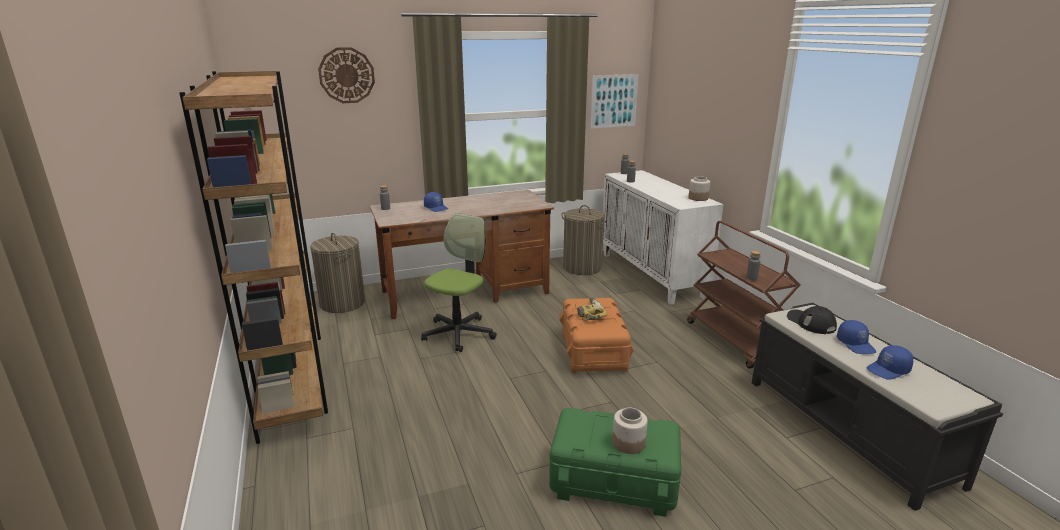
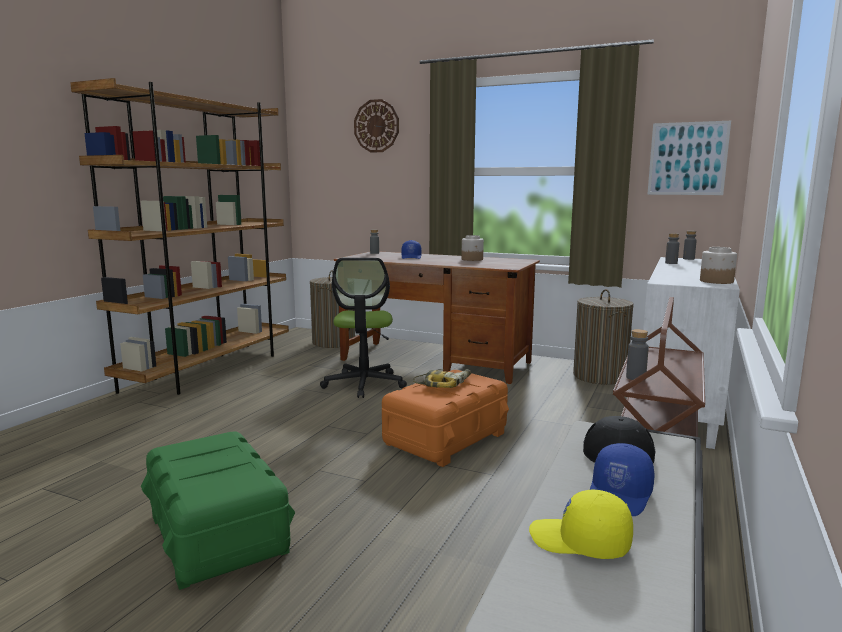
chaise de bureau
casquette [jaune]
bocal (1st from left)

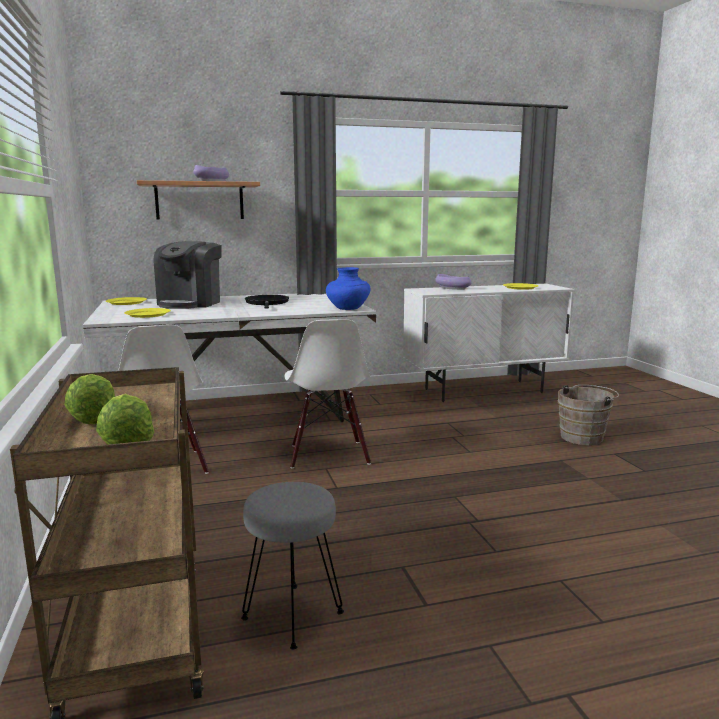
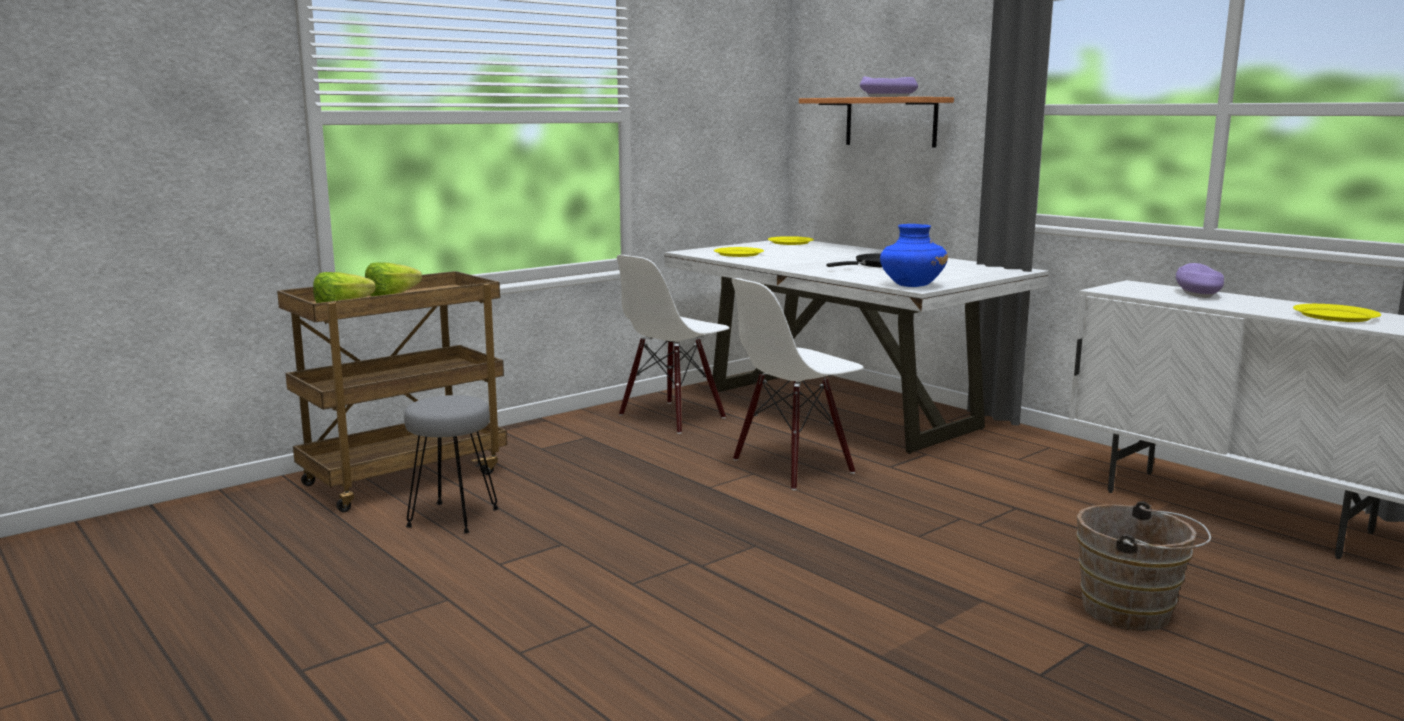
machine à café

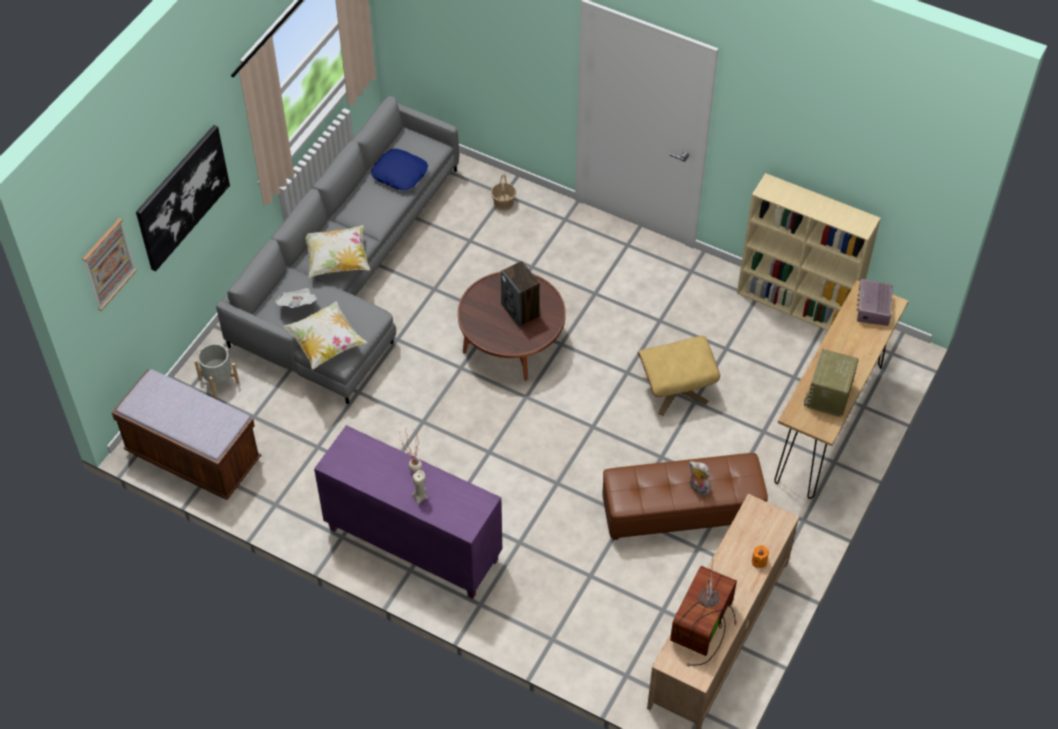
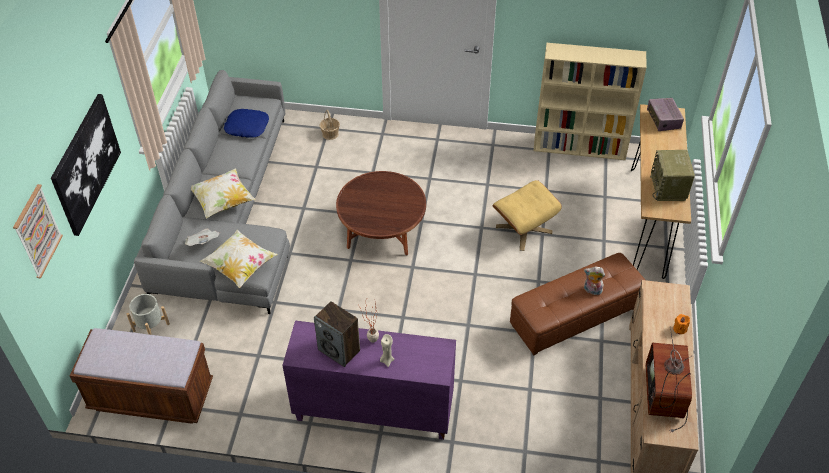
enceinte

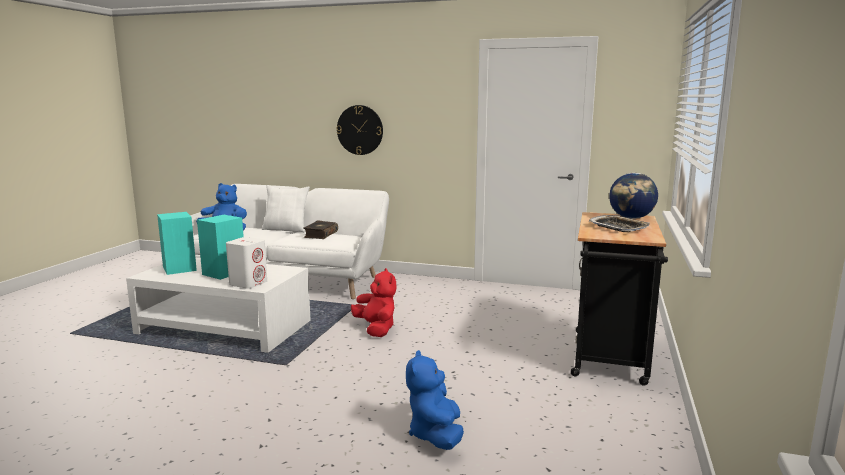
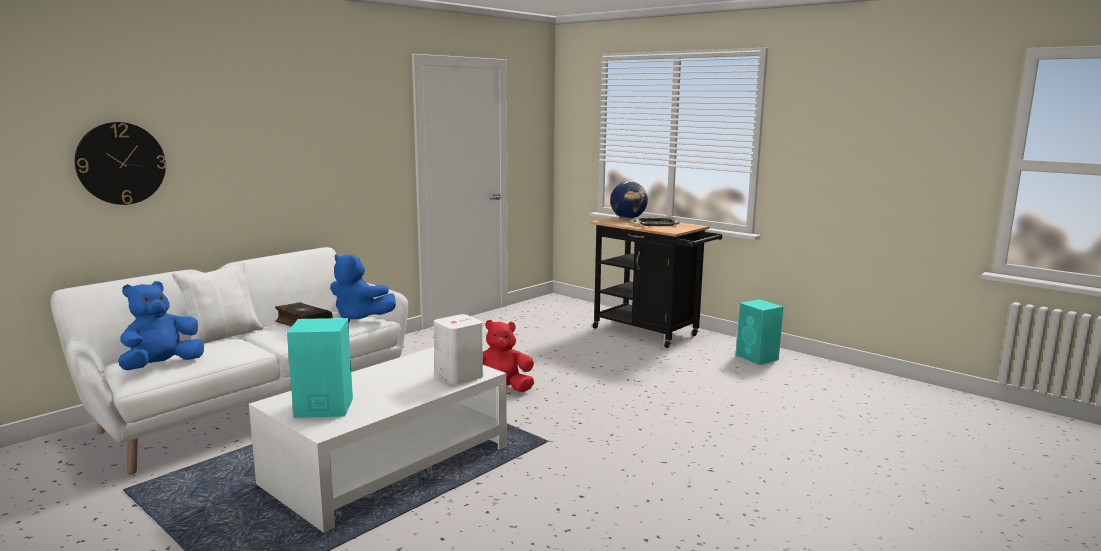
horloge murale
enceinte [turquoise] (2nd from left)
peluche [bleu] (2nd from left)

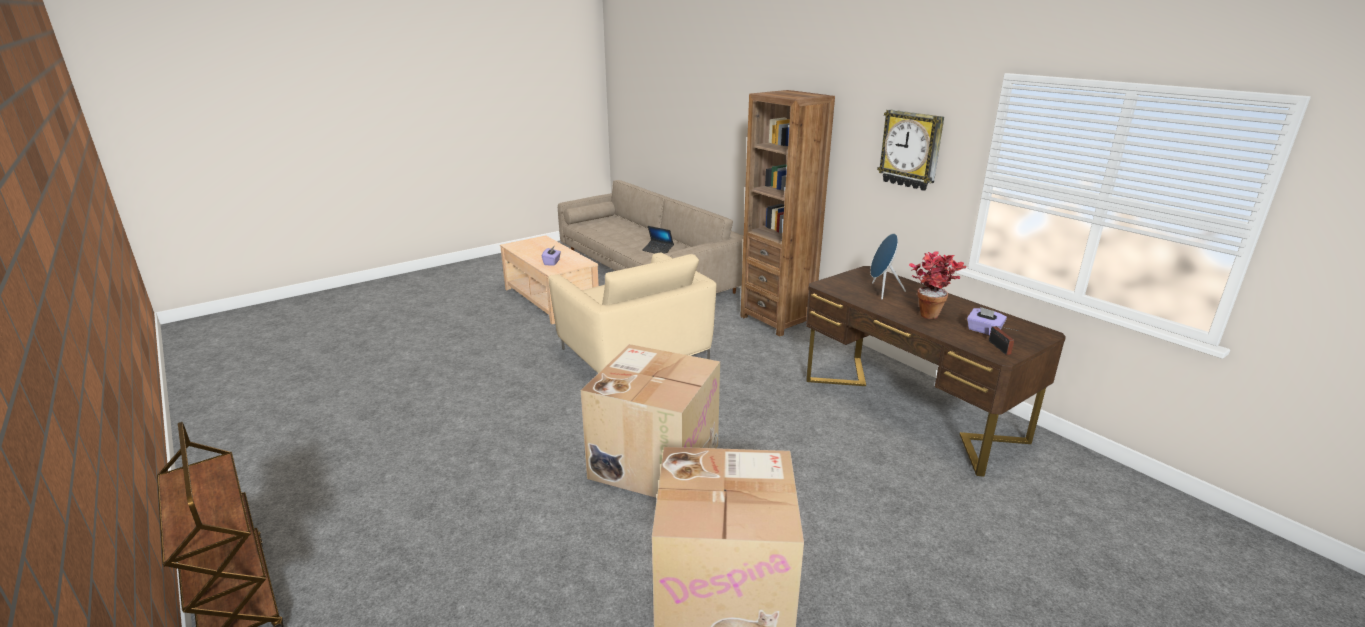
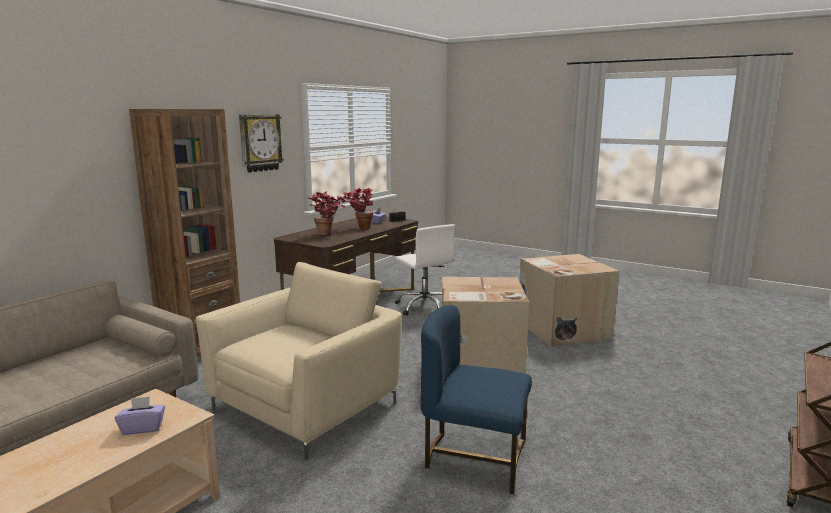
ordinateur portable
plante en pot (1st from left)
chaise de bureau [blanc]
chaise [bleu]

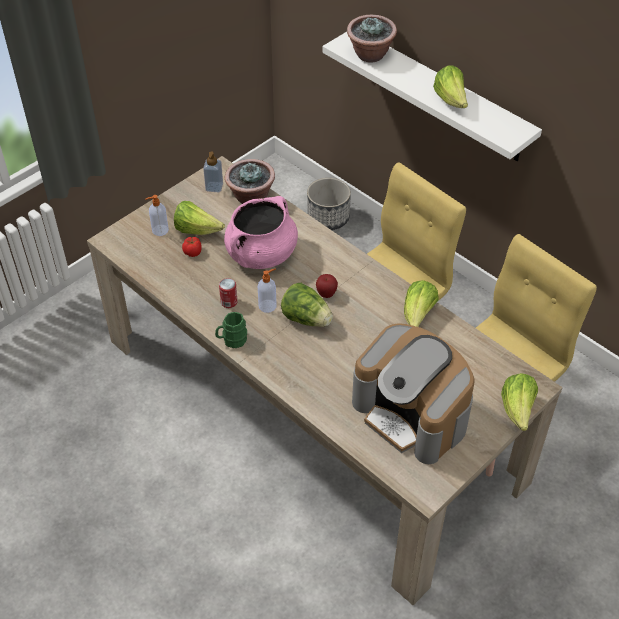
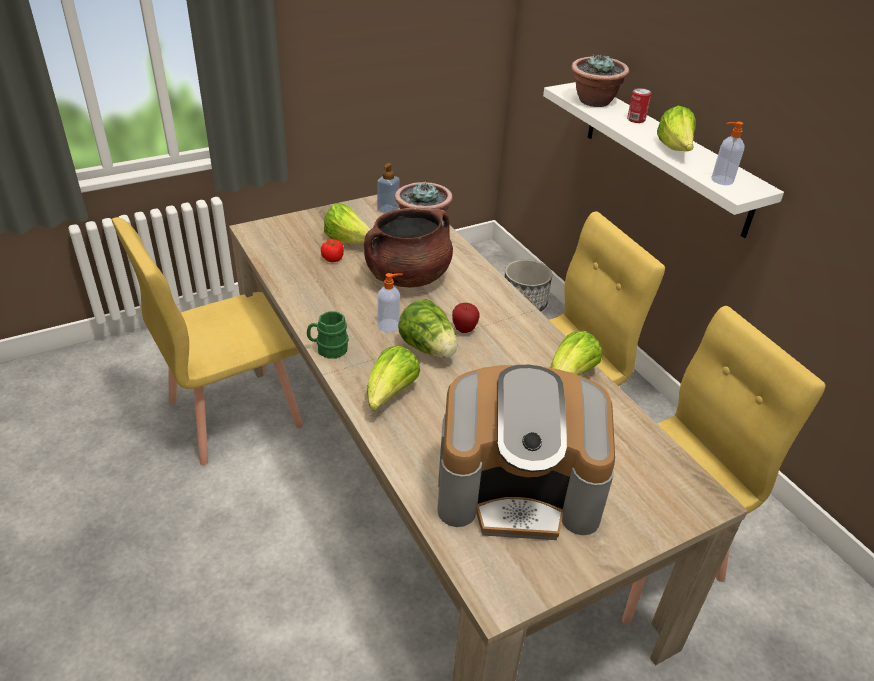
distributeur de savon (3rd from left)
marmite [marron]
boîte métallique
machine à café
laitue (2nd from left)
chaise [jaune] (1st from left)

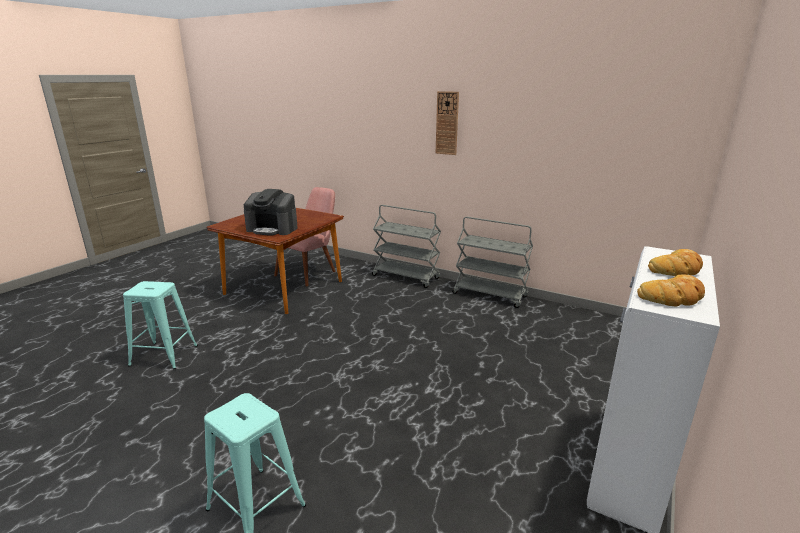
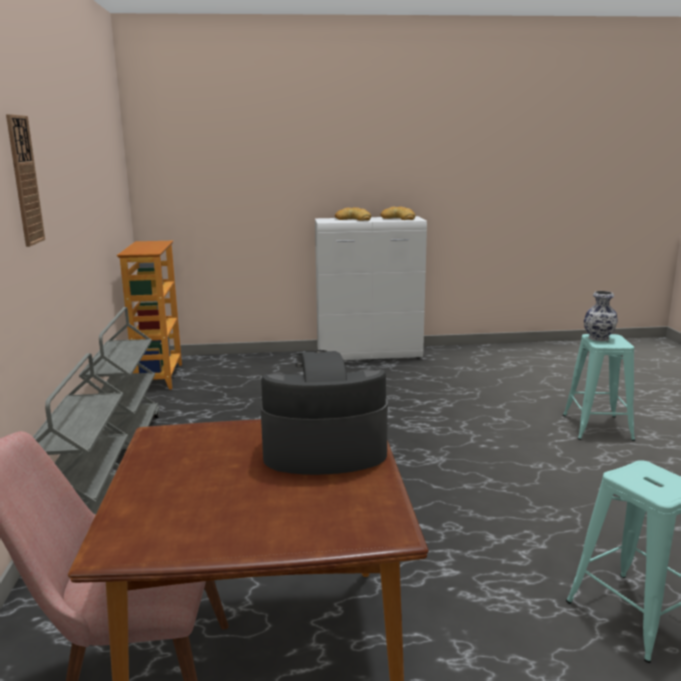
machine à café
bibliothèque
vase

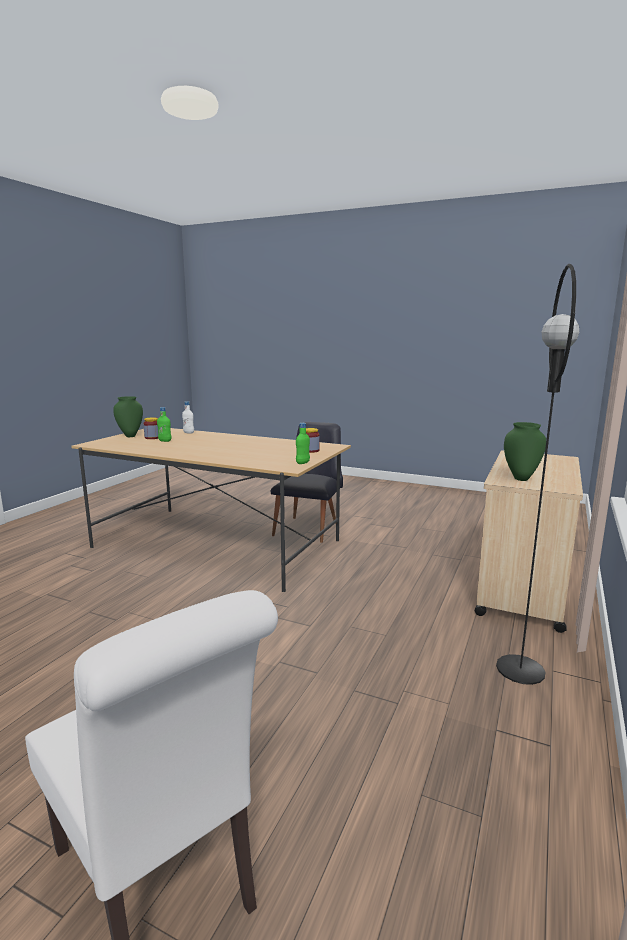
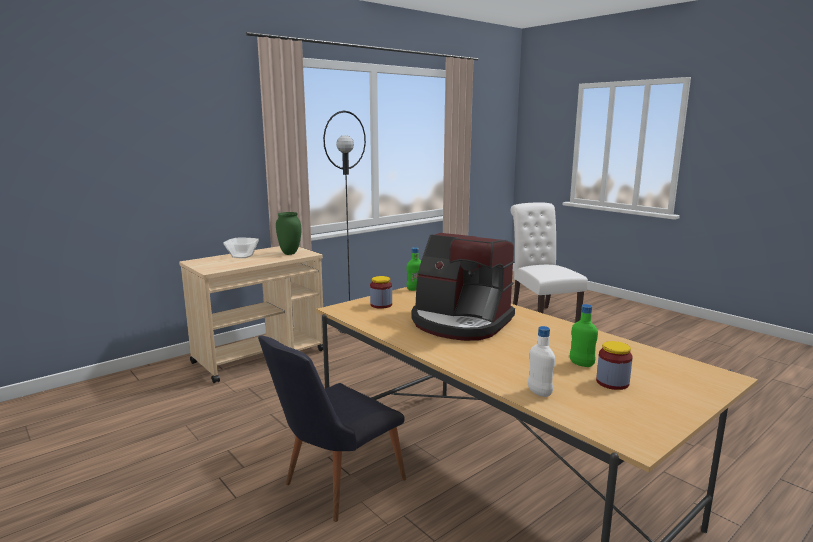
vase [vert] (1st from left in the first image)
machine à café
bol

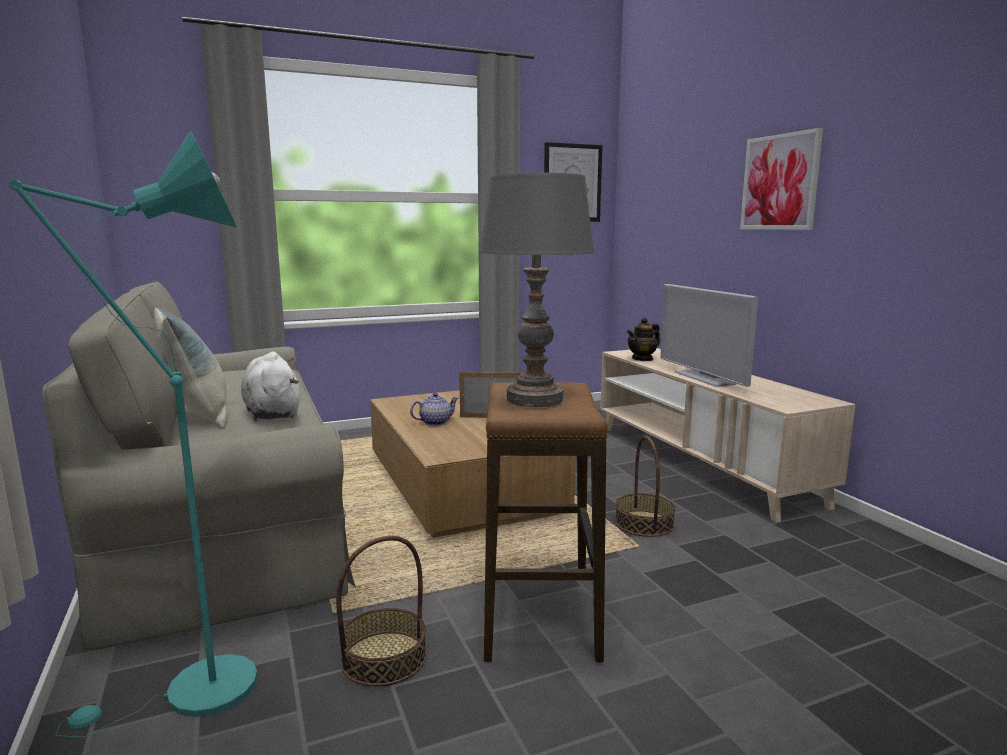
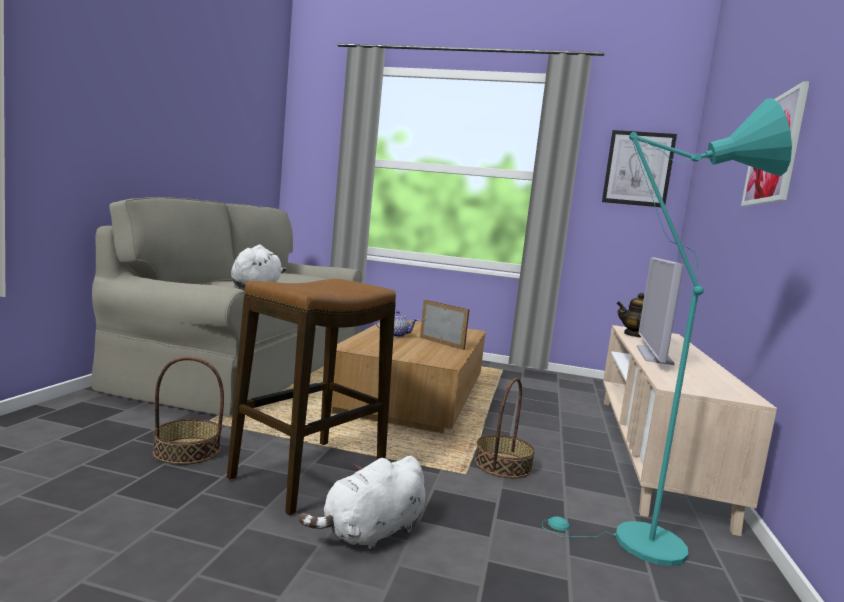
lampadaire [turquoise]
lampe de table [gris]
coussin
peluche [blanc] (2nd from left)

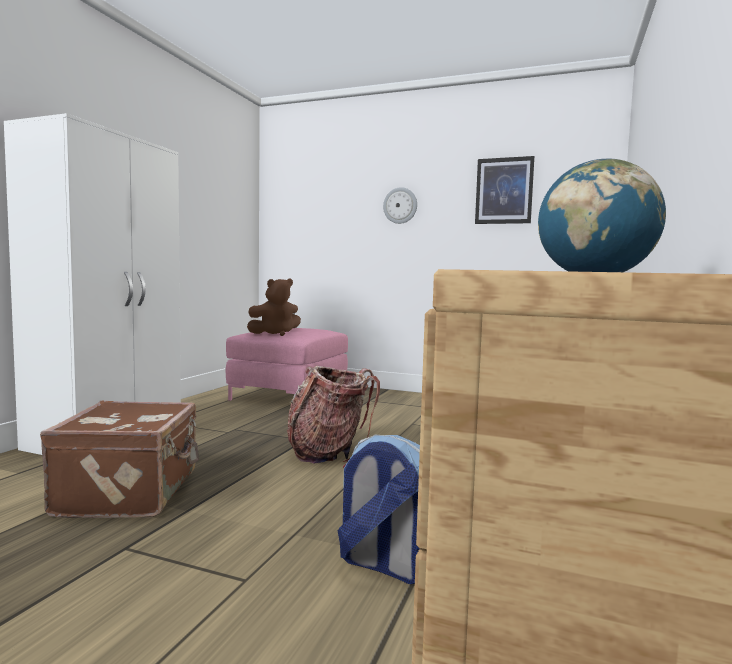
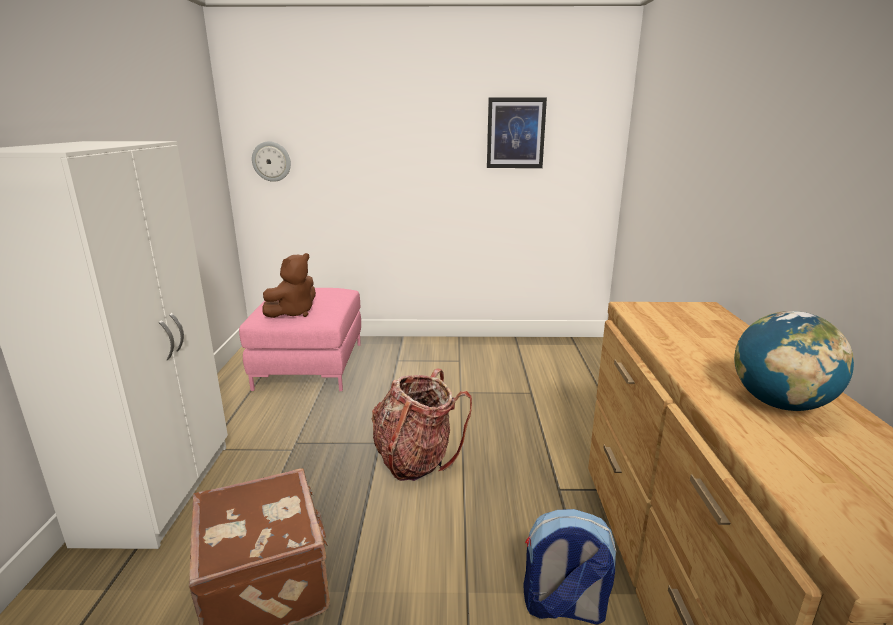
horloge murale

